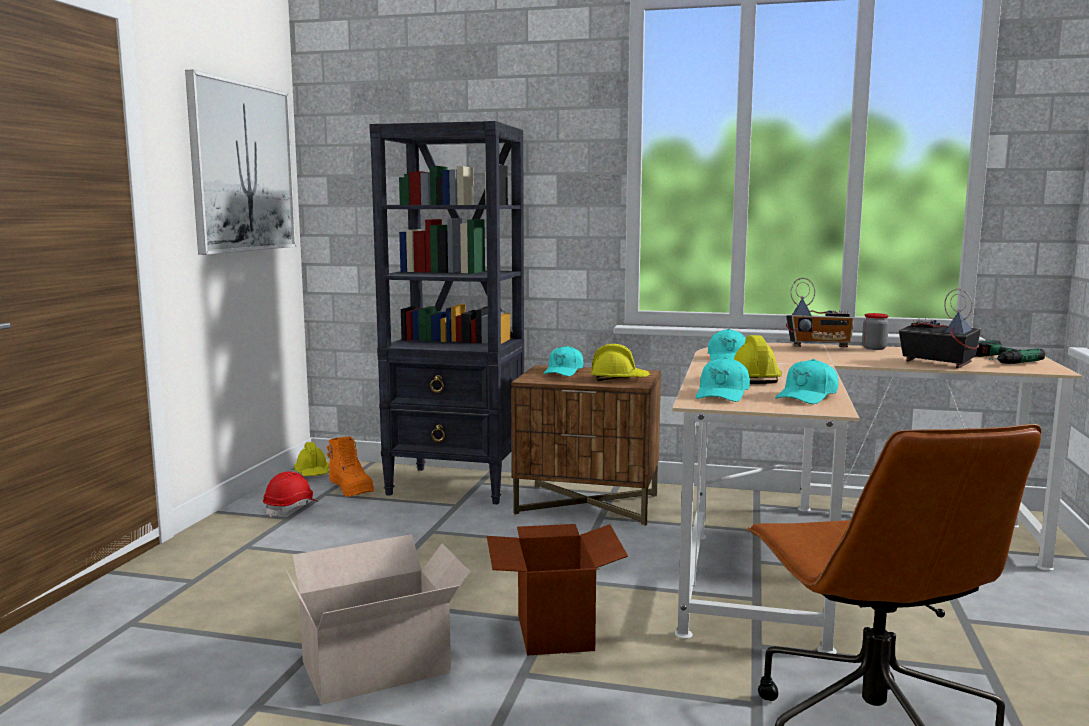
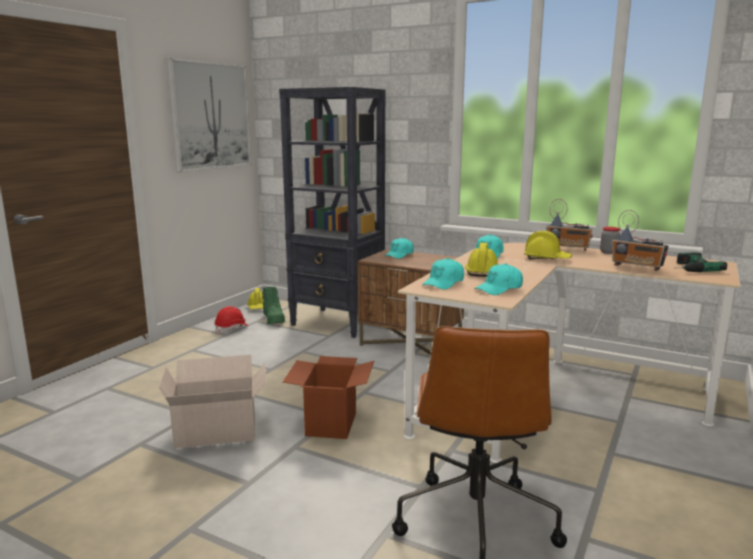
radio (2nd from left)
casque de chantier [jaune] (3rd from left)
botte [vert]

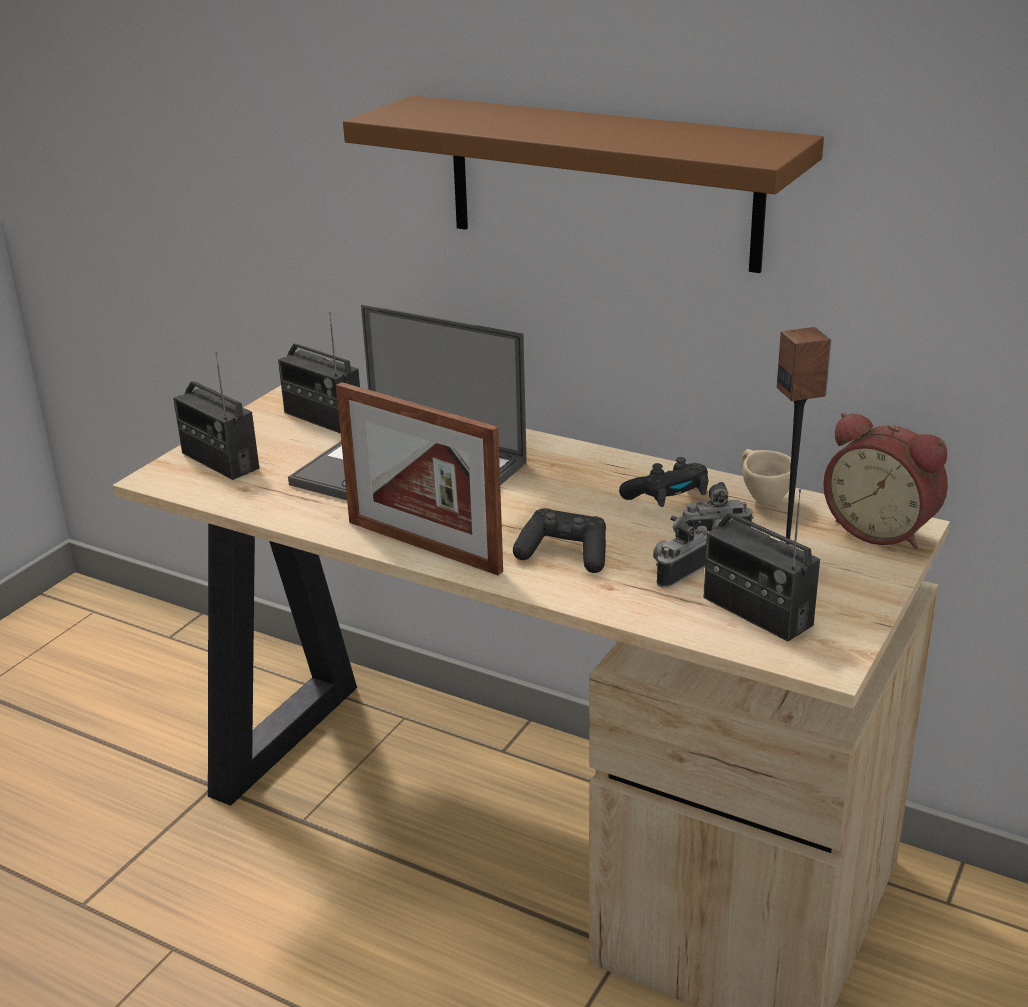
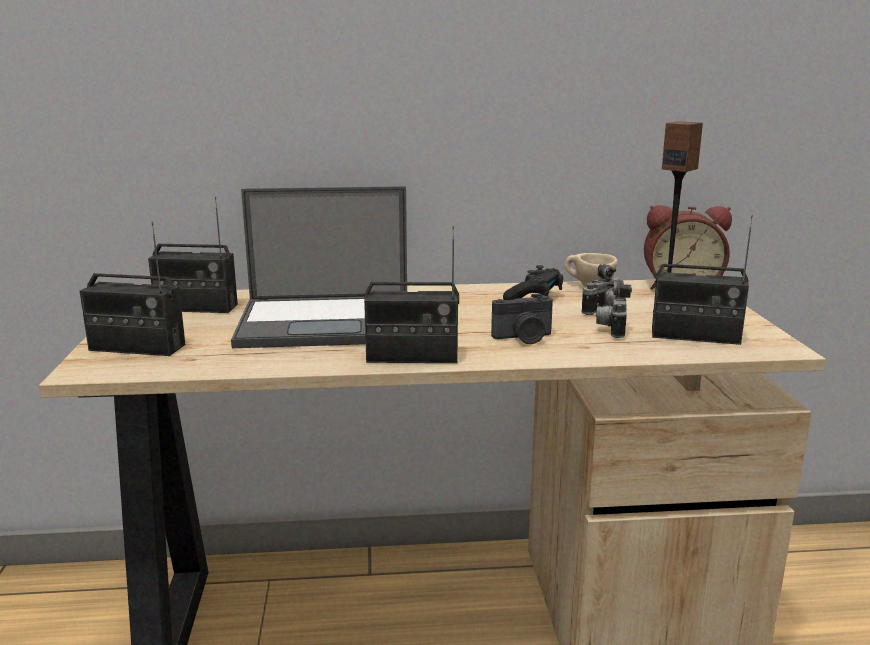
étagère [marron]
radio (3rd from left)
appareil photo (1st from left)

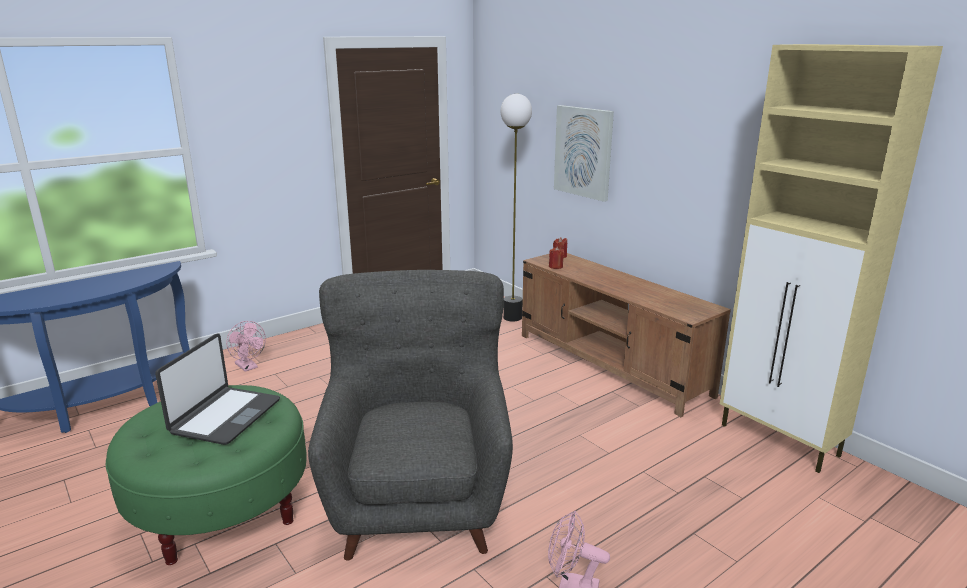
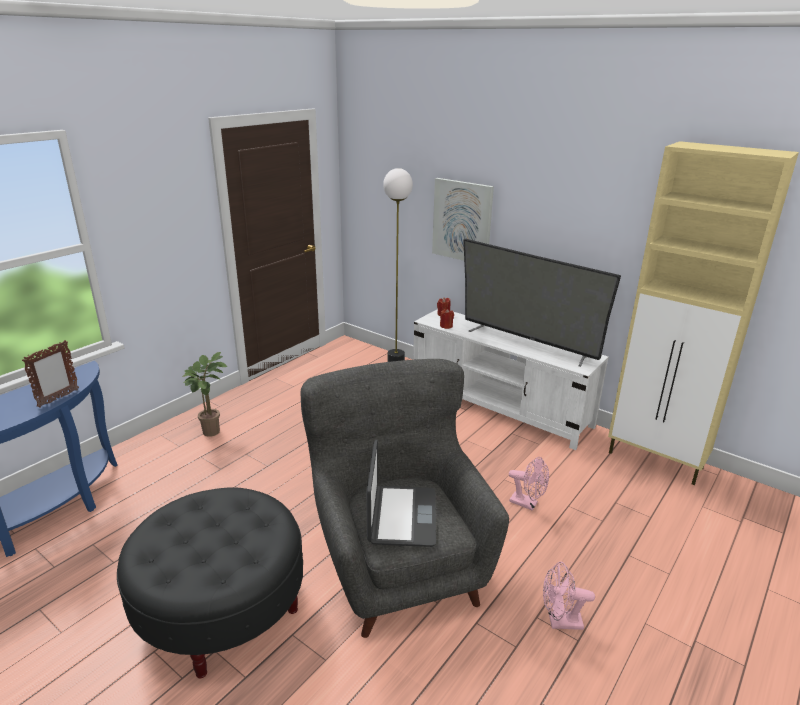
meuble télé [blanc]
ventilateur [rose] (1st from left)
ordinateur portable
pouf [noir]
téléviseur
cadre photo
plante en pot

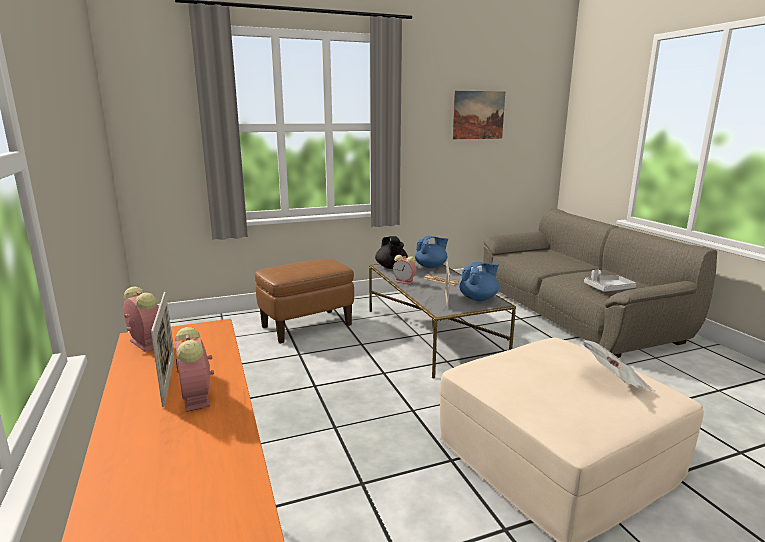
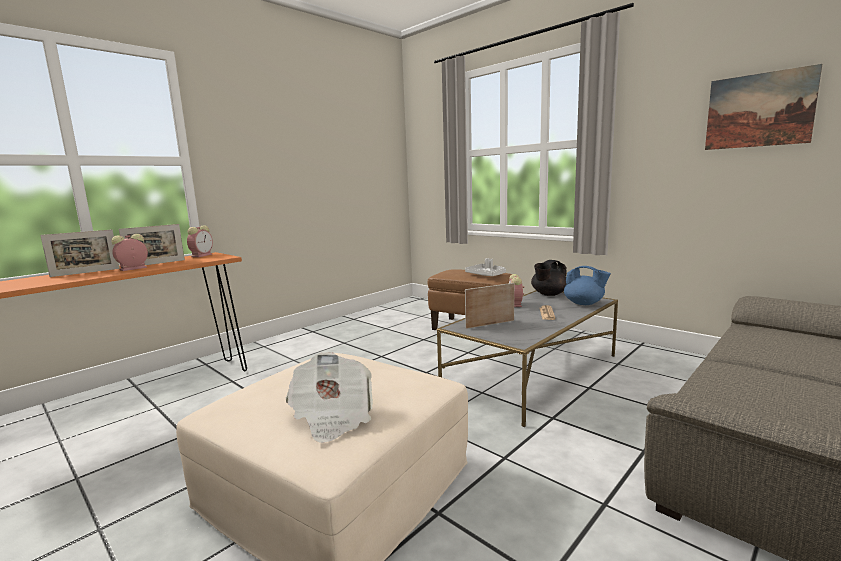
théière [bleu] (2nd from left in the first image)
plateau [gris]
cadre photo (1st from left)

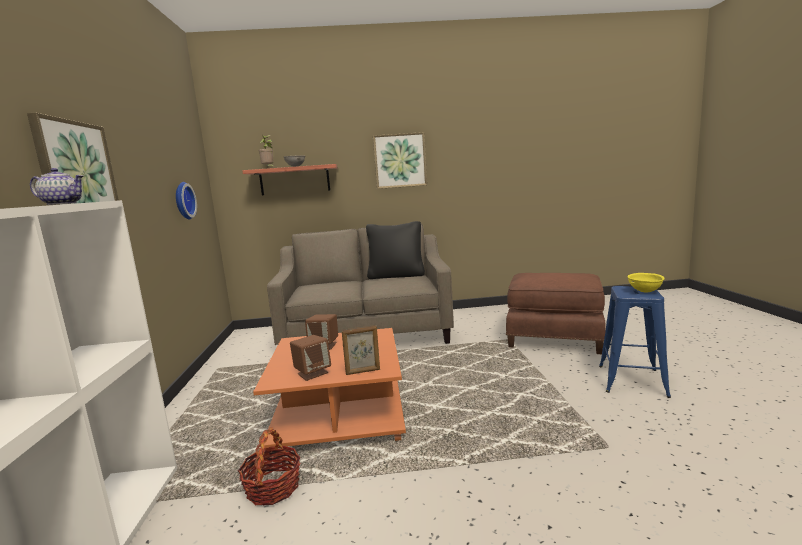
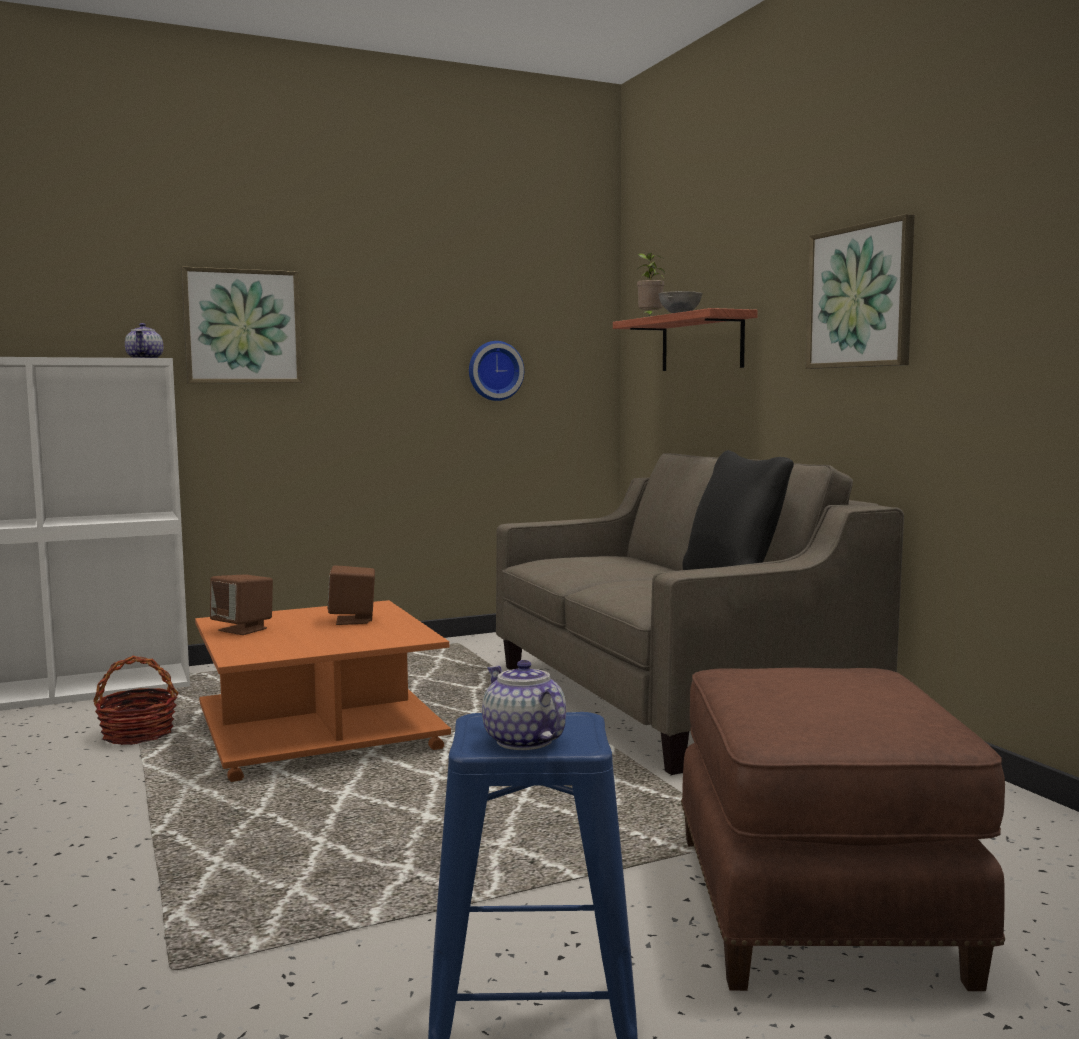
théière (2nd from left)
cadre photo

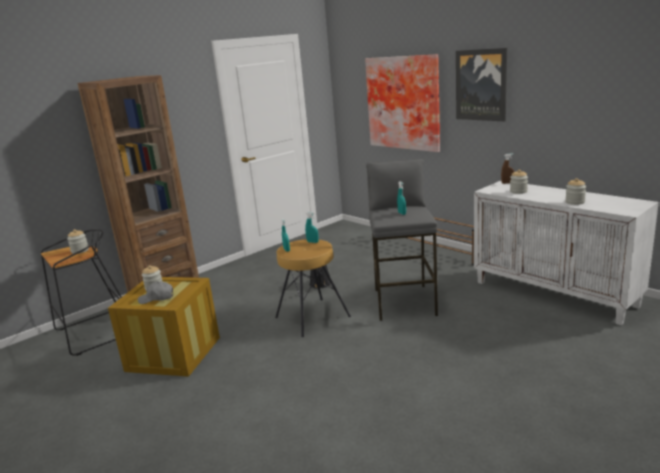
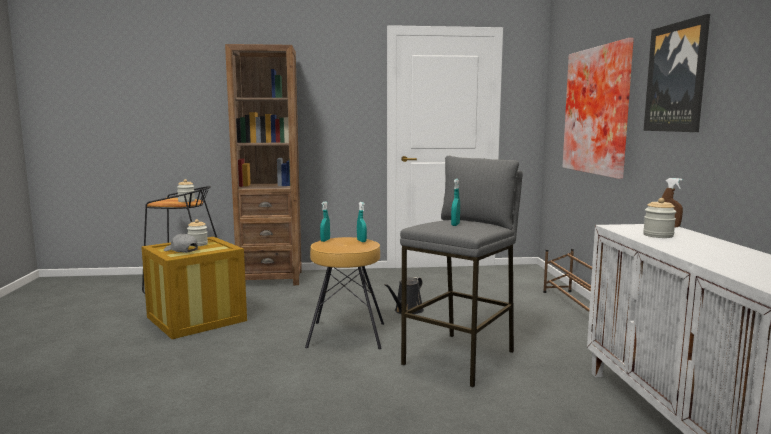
bocal (4th from left in the first image)

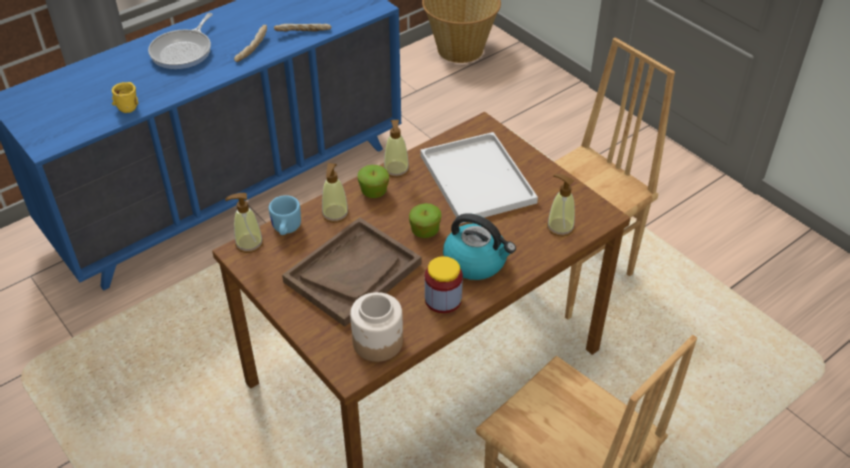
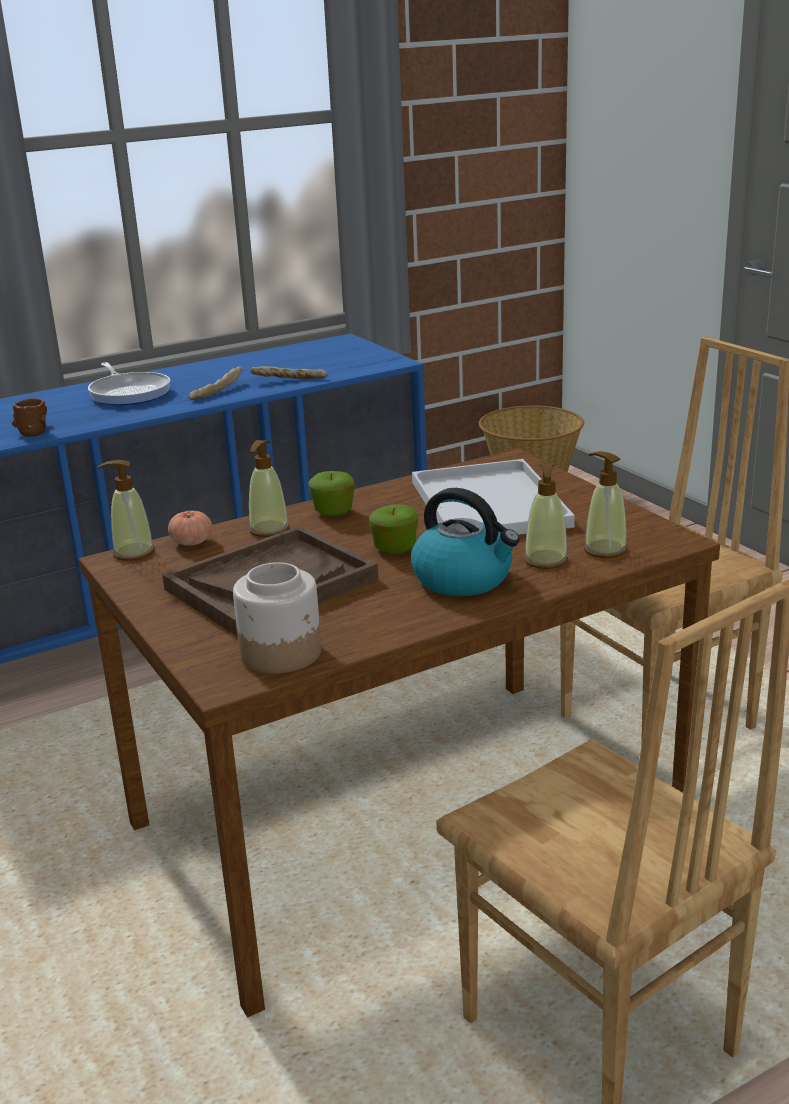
poêle
mug [marron]
distributeur de savon (3rd from left)
tomate
bocal (2nd from left in the first image)

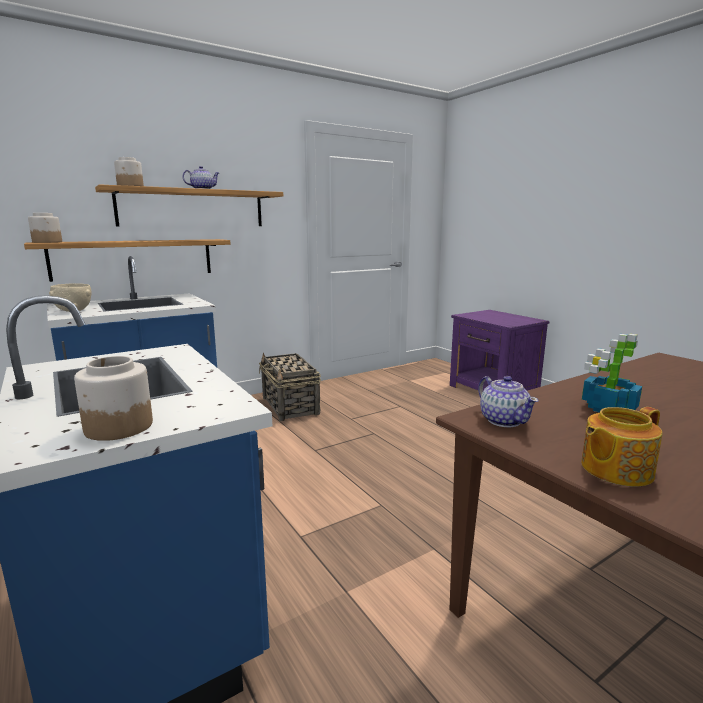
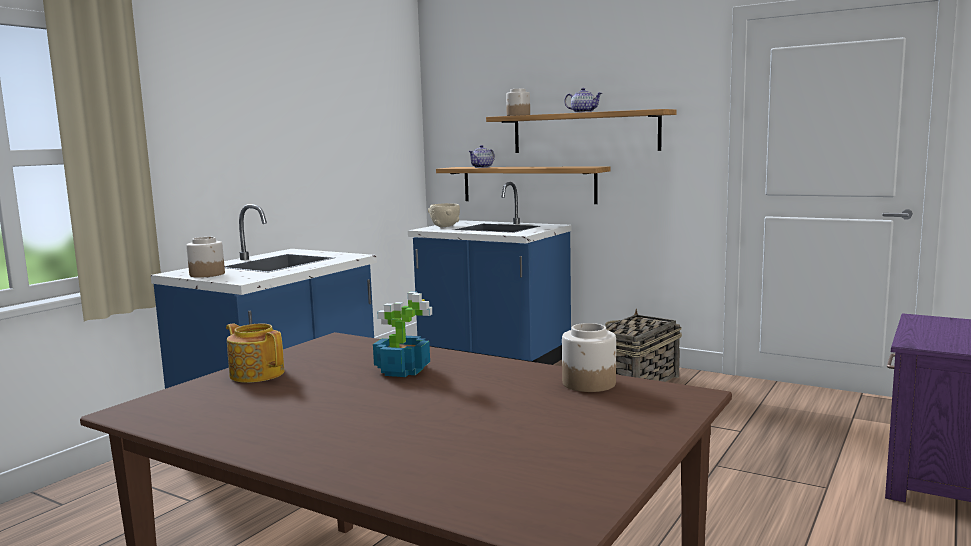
bocal (3rd from left)
théière (2nd from left)

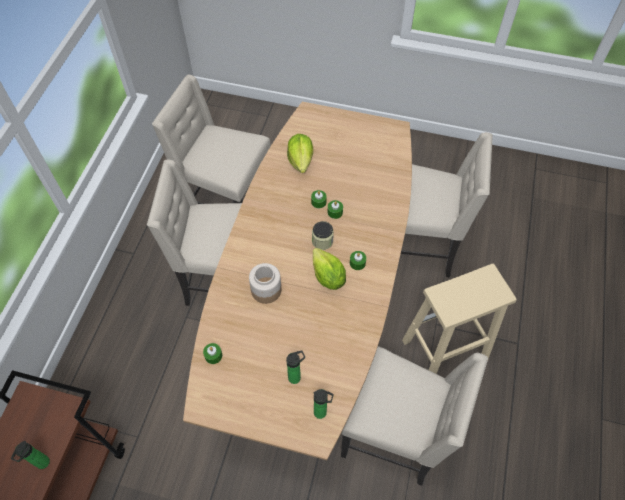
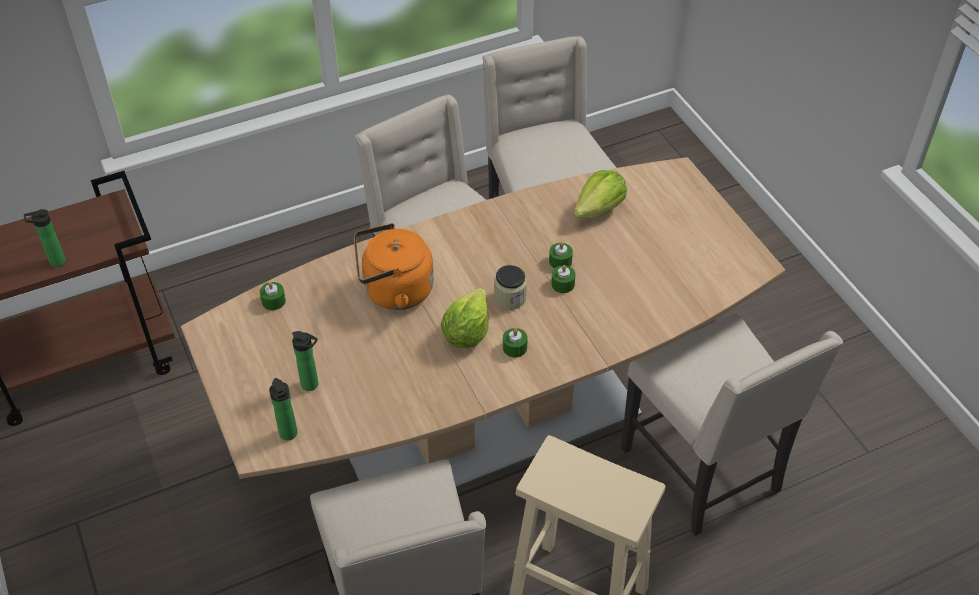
bouilloire [orange]

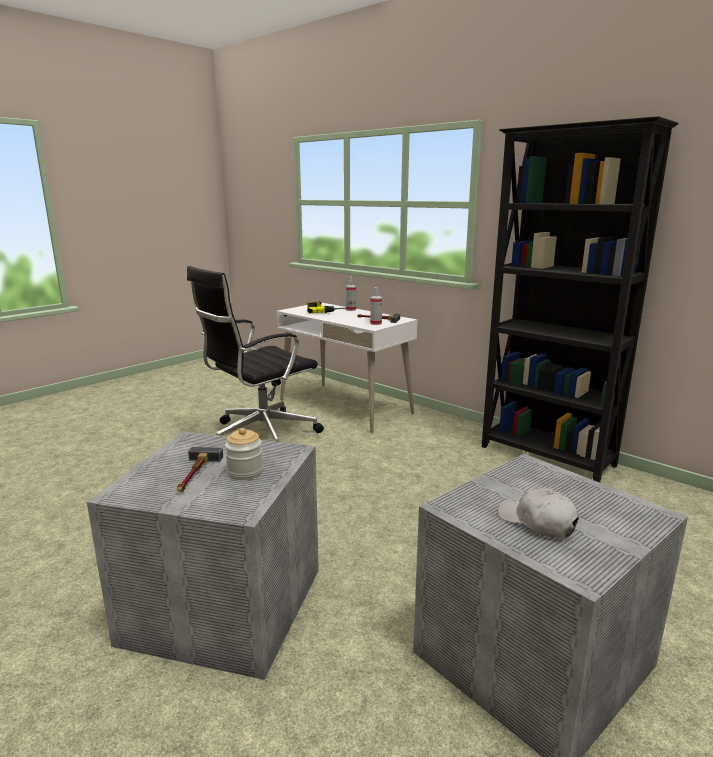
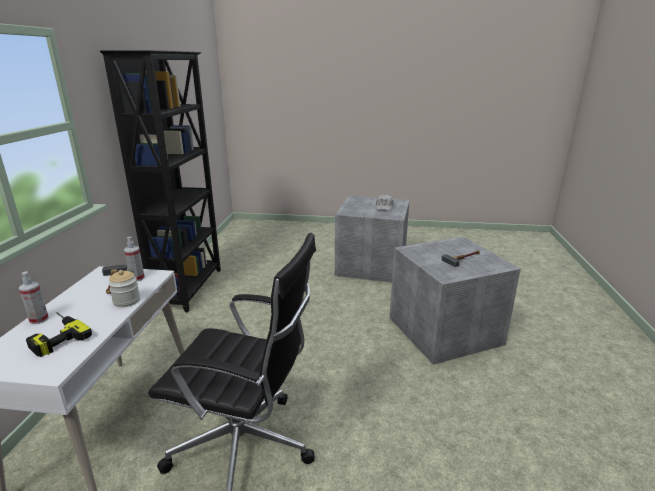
bocal

